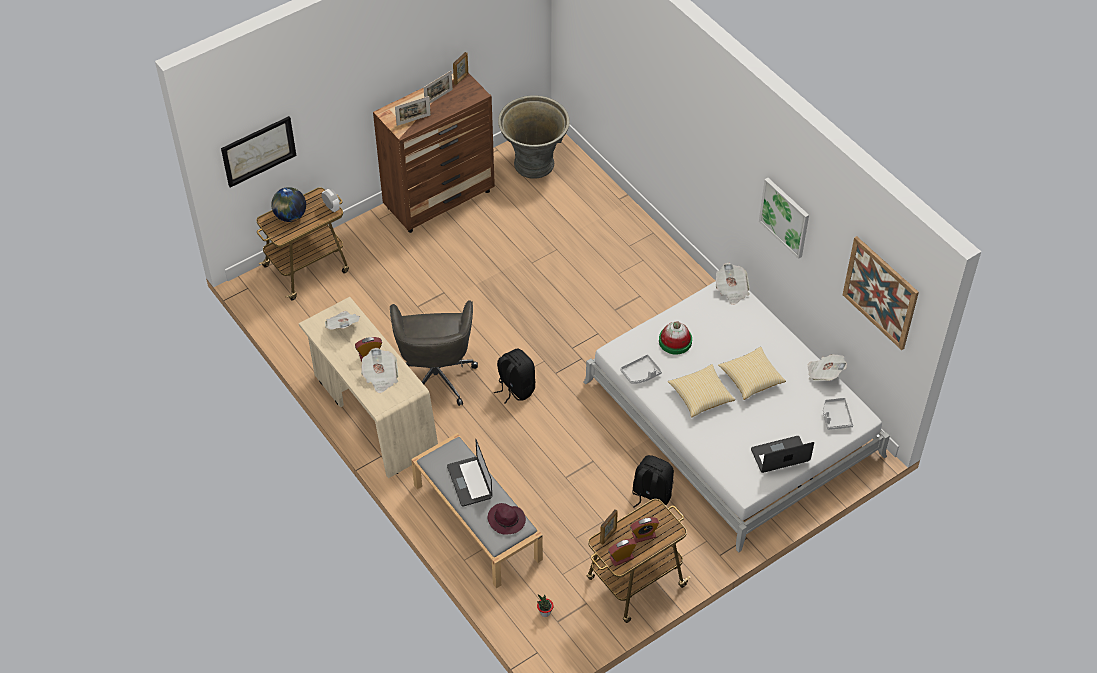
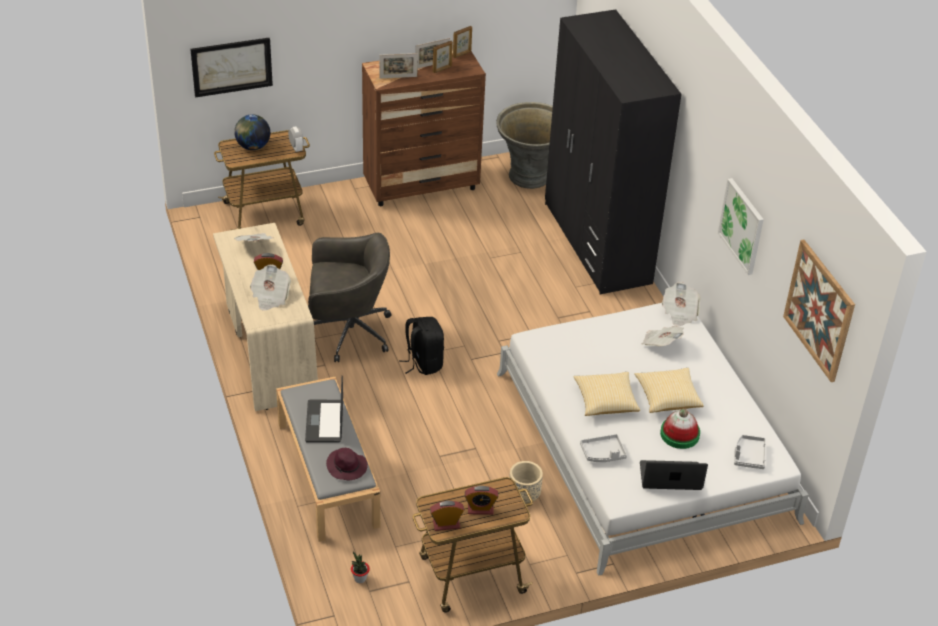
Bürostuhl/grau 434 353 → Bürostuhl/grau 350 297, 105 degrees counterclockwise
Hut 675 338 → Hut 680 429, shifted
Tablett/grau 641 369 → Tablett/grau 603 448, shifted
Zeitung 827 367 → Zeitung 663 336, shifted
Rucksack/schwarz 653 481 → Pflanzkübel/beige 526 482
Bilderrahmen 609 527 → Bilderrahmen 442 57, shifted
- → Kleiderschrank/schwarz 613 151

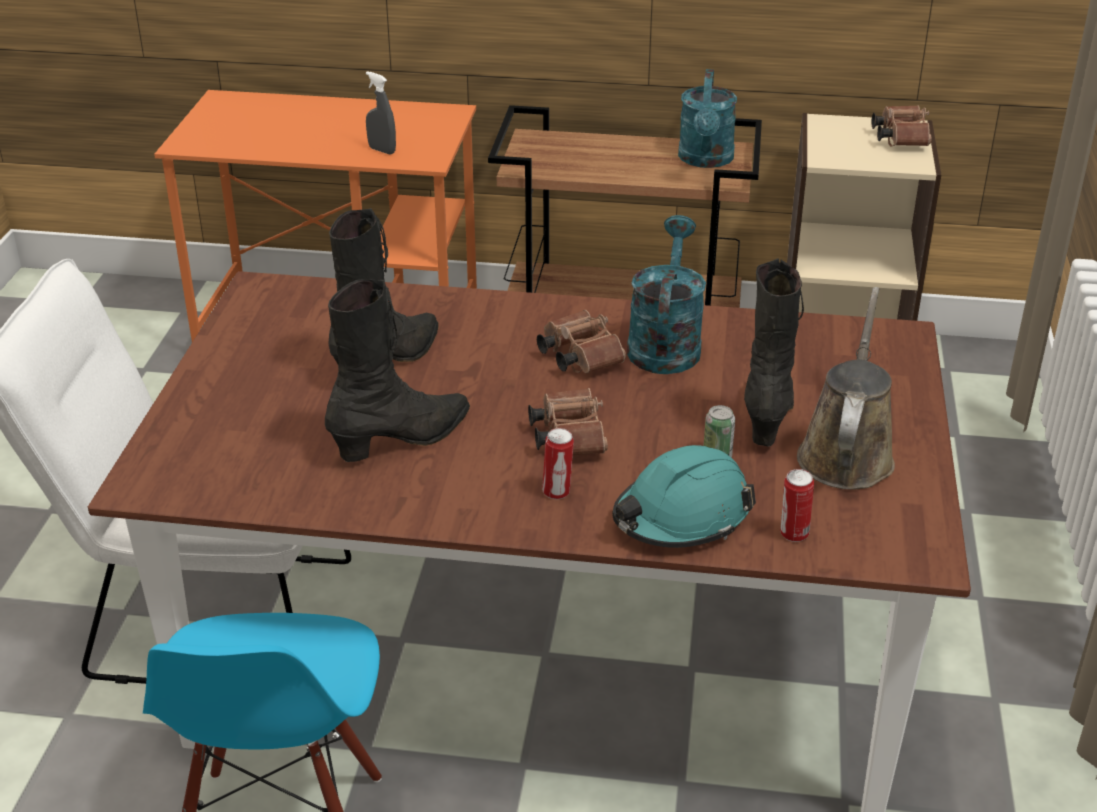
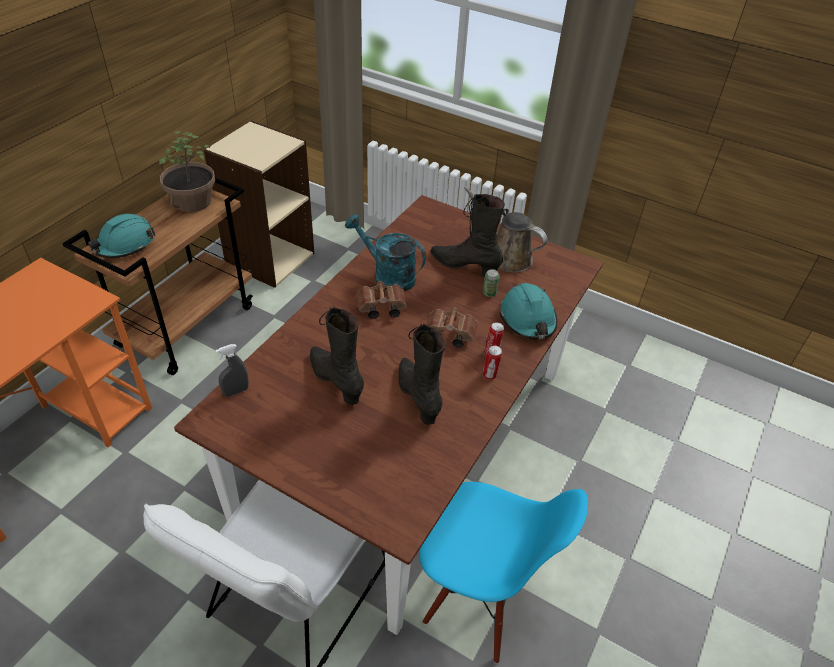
Gießkanne/türkis 707 118 → Topfpflanze 187 171
Sprühflasche/grau 381 113 → Sprühflasche/grau 232 370, shifted
Fernglas/braun 901 126 → -
Dose 797 505 → Dose 492 362, shifted
- → Schutzhelm/türkis 121 236

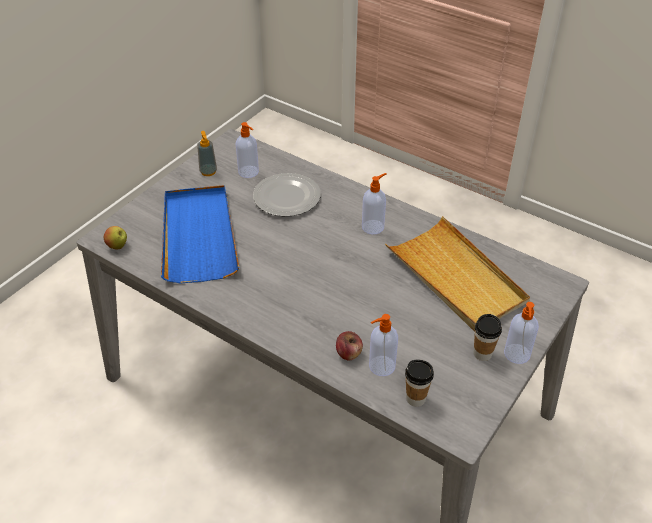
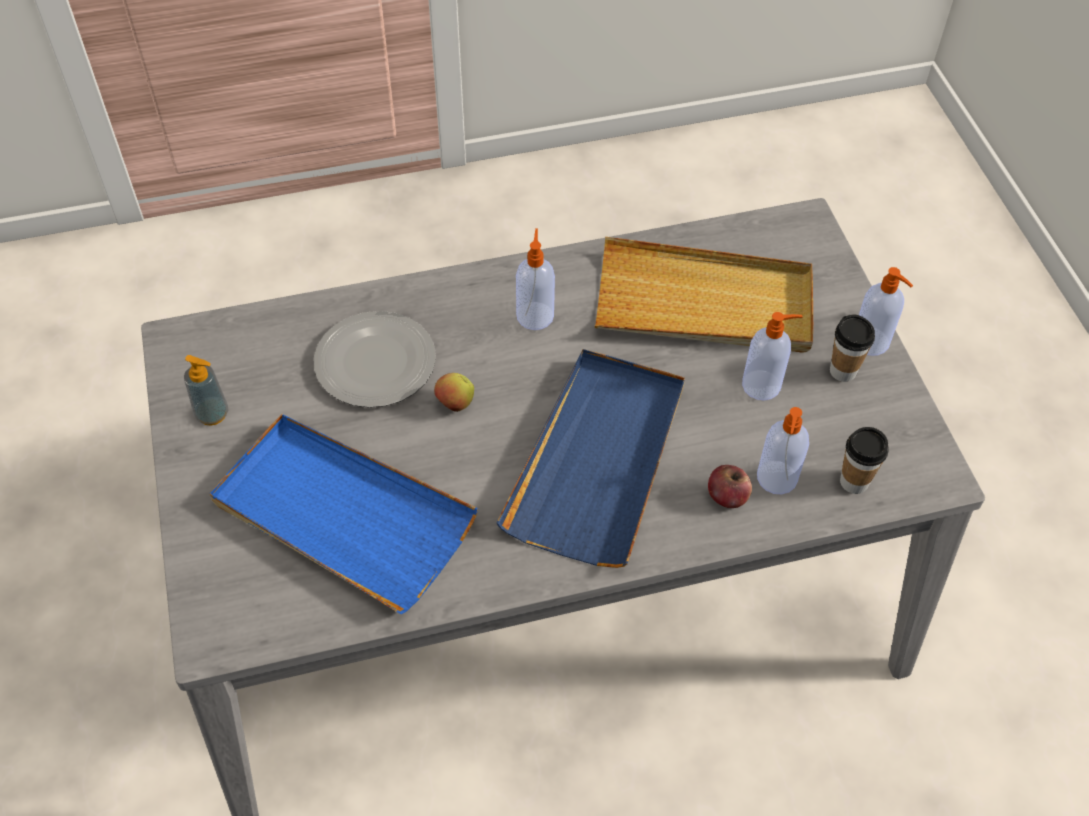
Seifenspender 247 150 → Seifenspender 772 356, shifted
Apfel 115 237 → Apfel 454 392, shifted
- → Tablett/blau 591 458

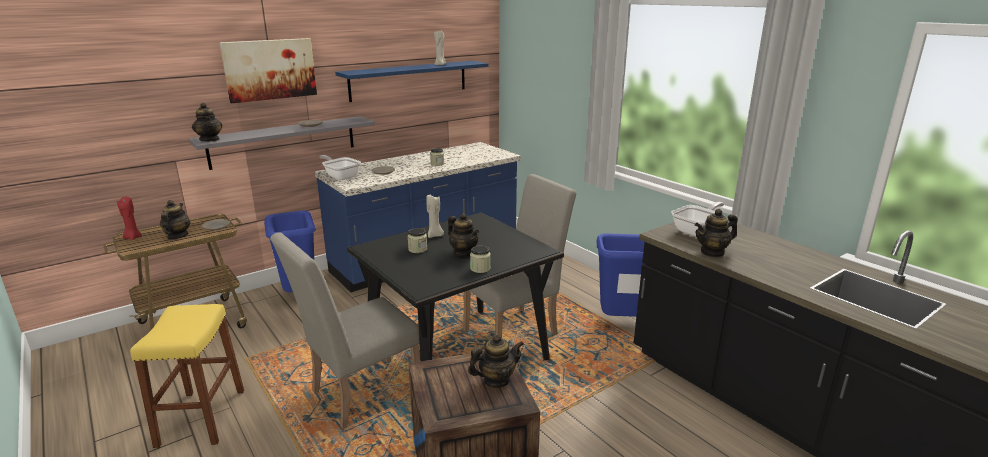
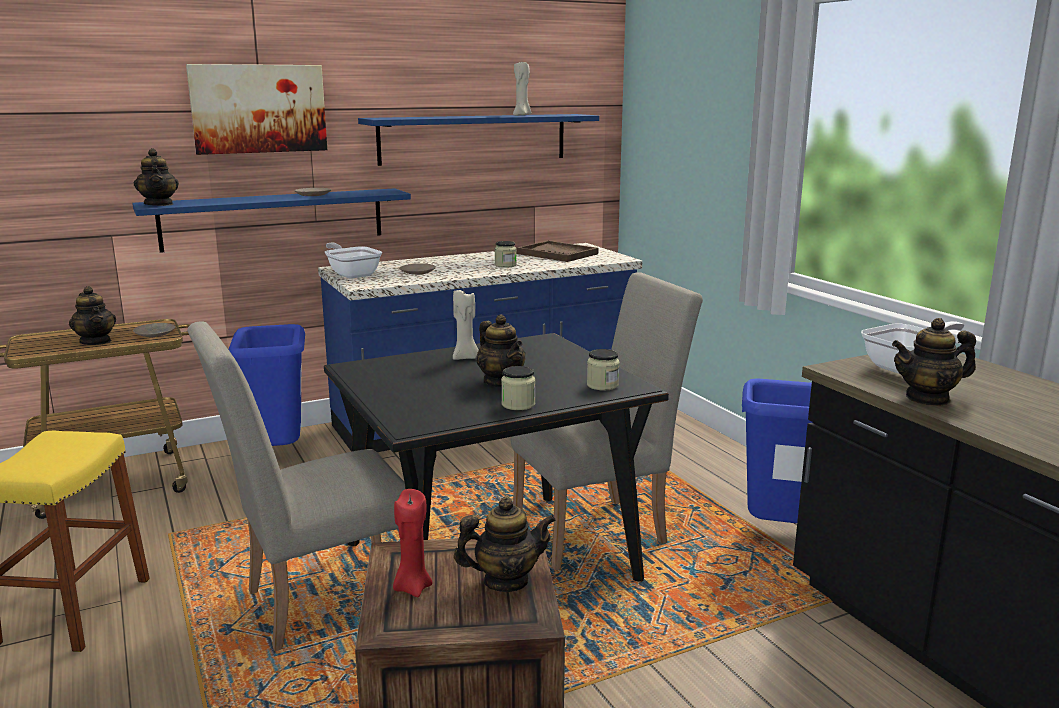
Wandregal/grau 282 143 → Wandregal/blau 271 220
Kerze/rot 129 218 → Kerze/rot 412 543, shifted
Teekanne 175 219 → Teekanne 92 315, 135 degrees clockwise
Vorratsglas 417 240 → Vorratsglas 603 369, shifted
- → Tablett/braun 557 251

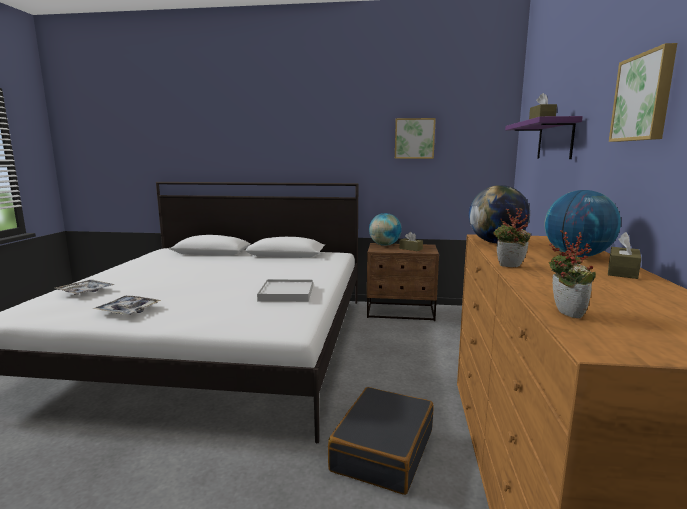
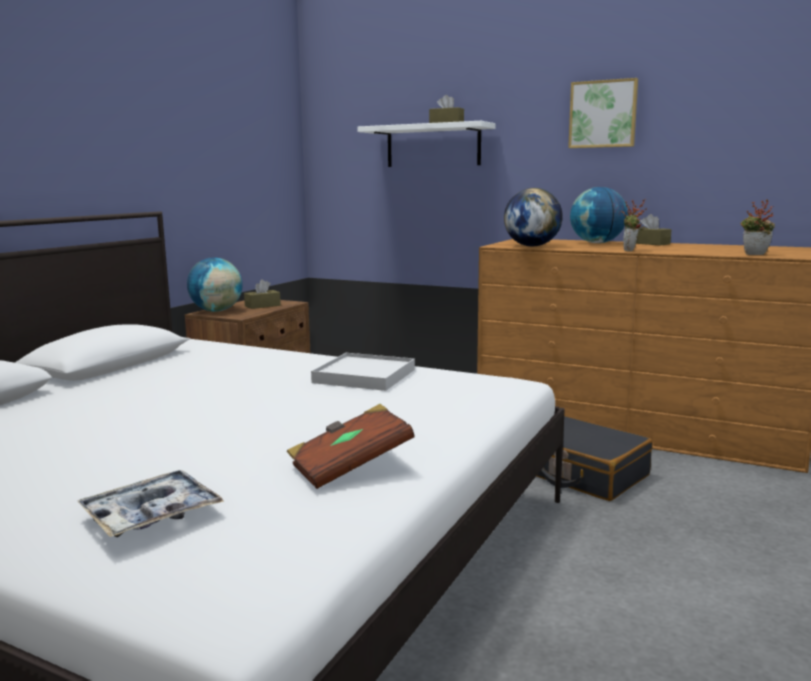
Wandregal/lila 544 137 → Wandregal/weiß 426 144
Bild 415 138 → -
Tablett 127 305 → Buch/braun 351 446

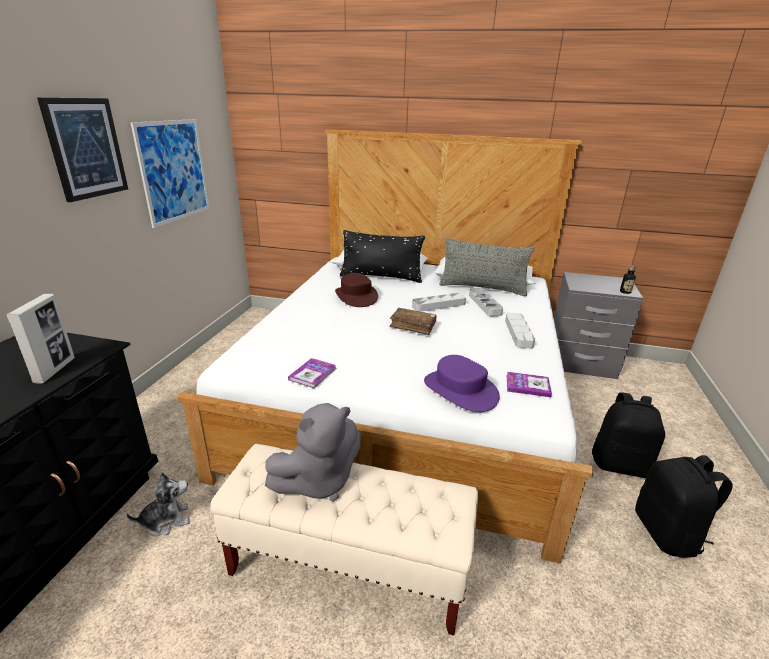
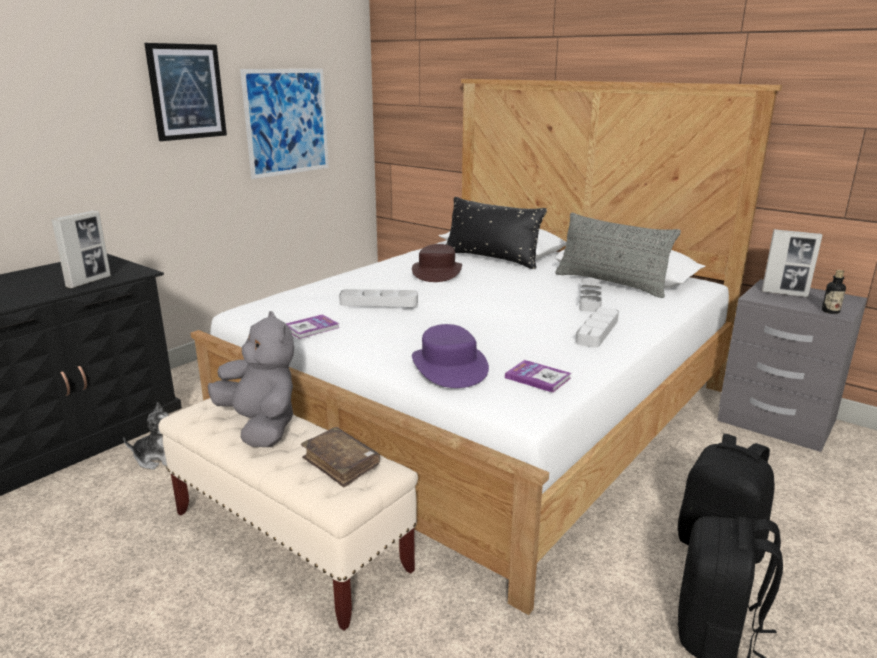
Tablett/grau 439 302 → Tablett/grau 378 298, shifted
Buch/braun 413 321 → Buch/braun 340 457, shifted
Plüschtier/grau 313 452 → Plüschtier/grau 251 379, 120 degrees counterclockwise
- → Bilderrahmen 792 263

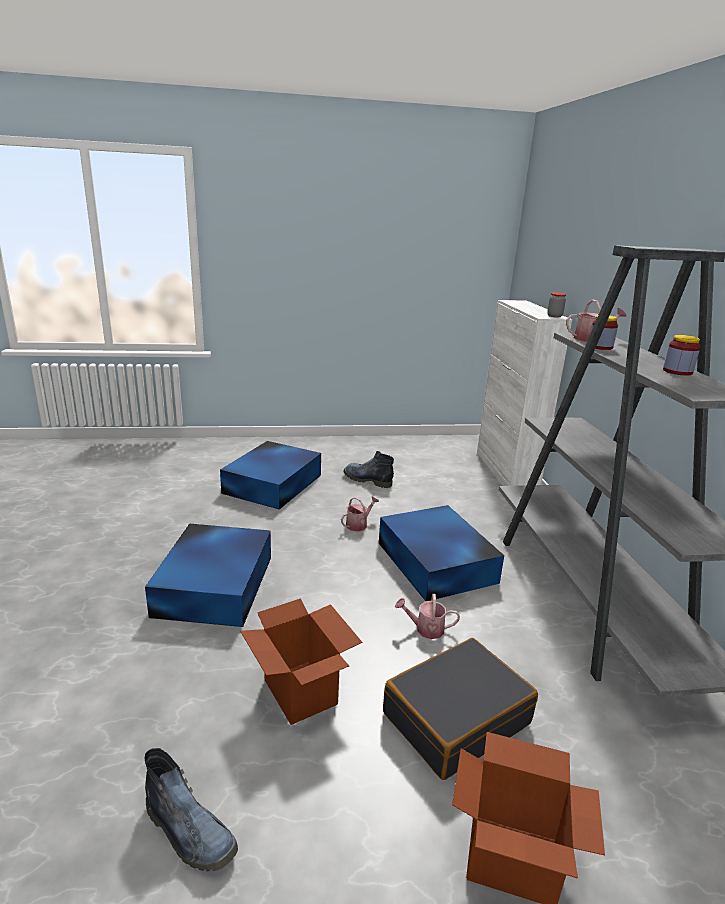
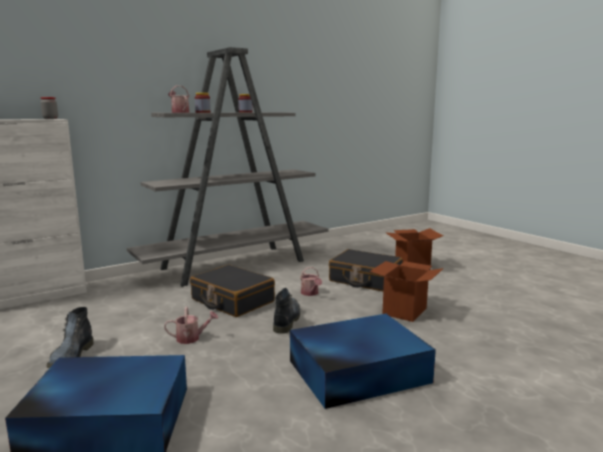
Gießkanne 360 514 → Gießkanne 191 325, 150 degrees clockwise
Aufbewahrungsbox/blau 441 553 → Koffer/schwarz 232 291
Stiefel 191 809 → Stiefel 286 311, shifted

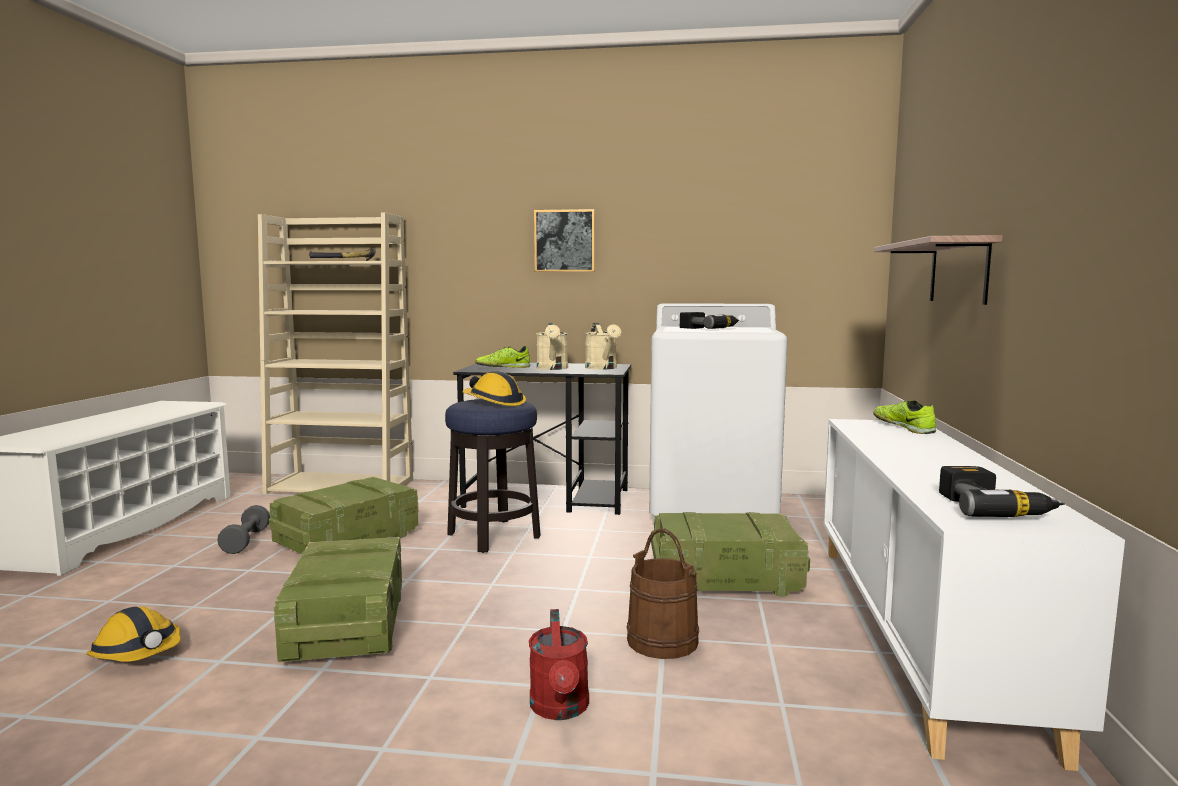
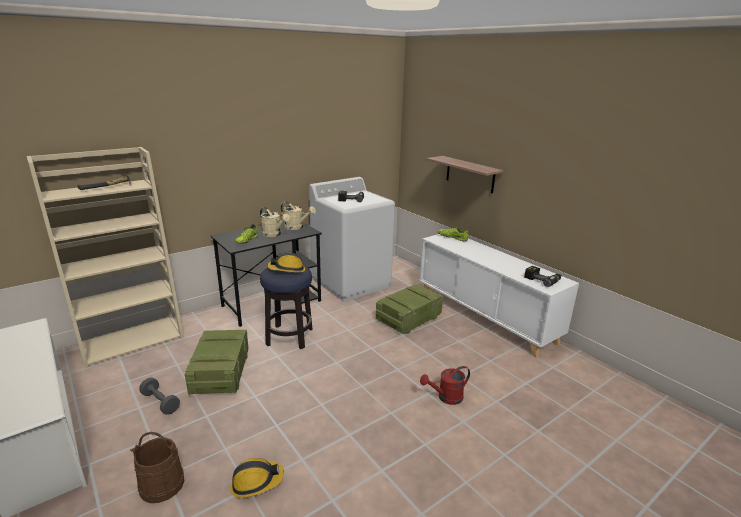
Bild 564 240 → -
Eimer/braun 663 593 → Eimer/braun 157 467, shifted
Kiste 338 599 → -
Gießkanne/rot 559 664 → Gießkanne/rot 445 385, 120 degrees clockwise

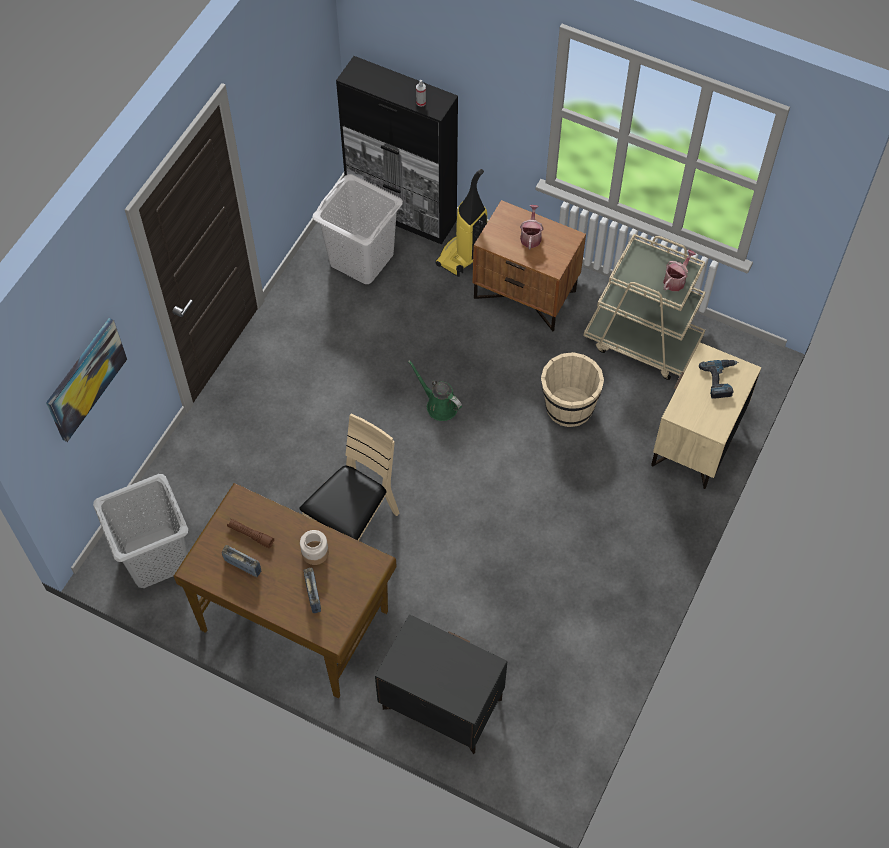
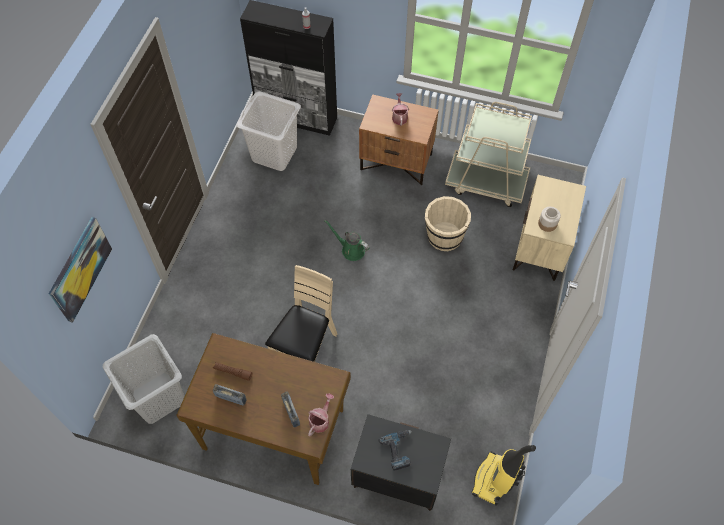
Staubsauger 461 223 → Staubsauger 504 475, shifted
Gießkanne 679 270 → Gießkanne 321 414, shifted
Bohrmaschine 718 379 → Bohrmaschine 395 450, shifted
Vorratsglas 314 547 → Vorratsglas 549 219, shifted

